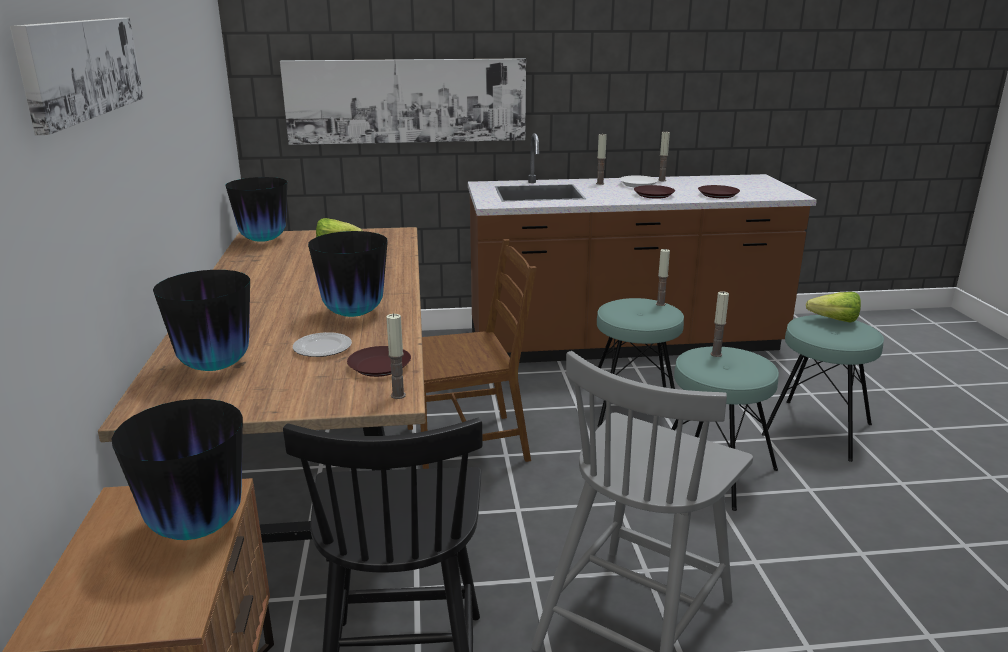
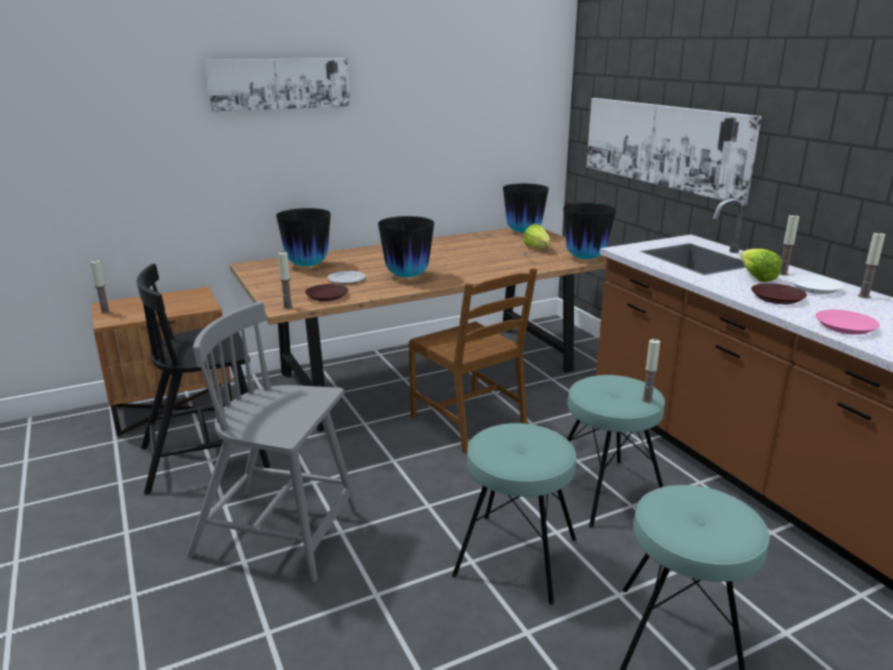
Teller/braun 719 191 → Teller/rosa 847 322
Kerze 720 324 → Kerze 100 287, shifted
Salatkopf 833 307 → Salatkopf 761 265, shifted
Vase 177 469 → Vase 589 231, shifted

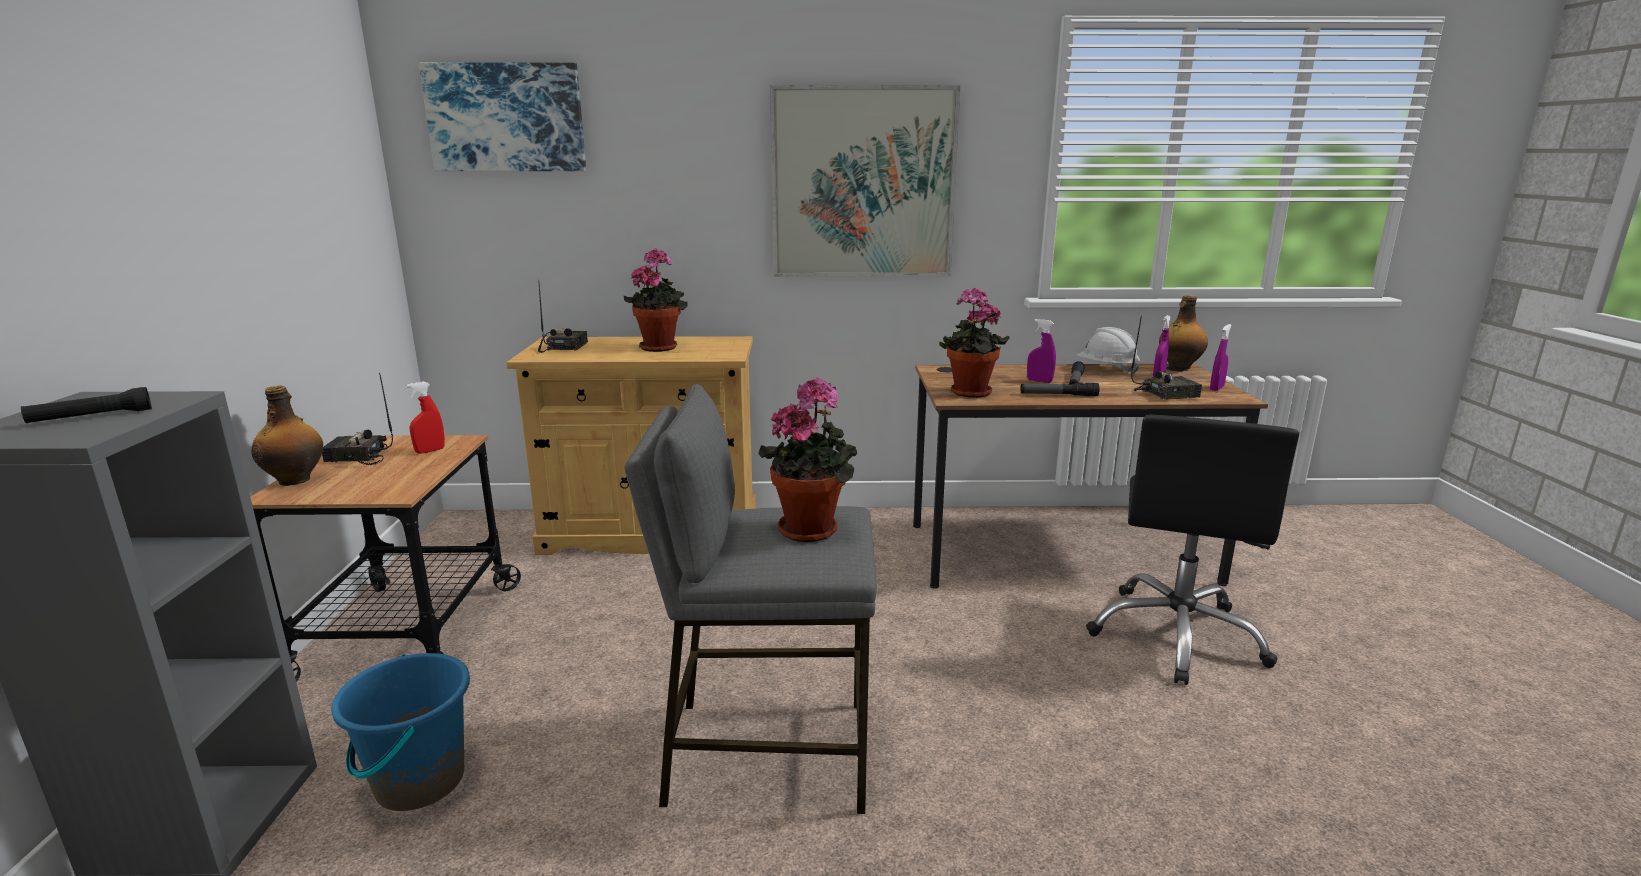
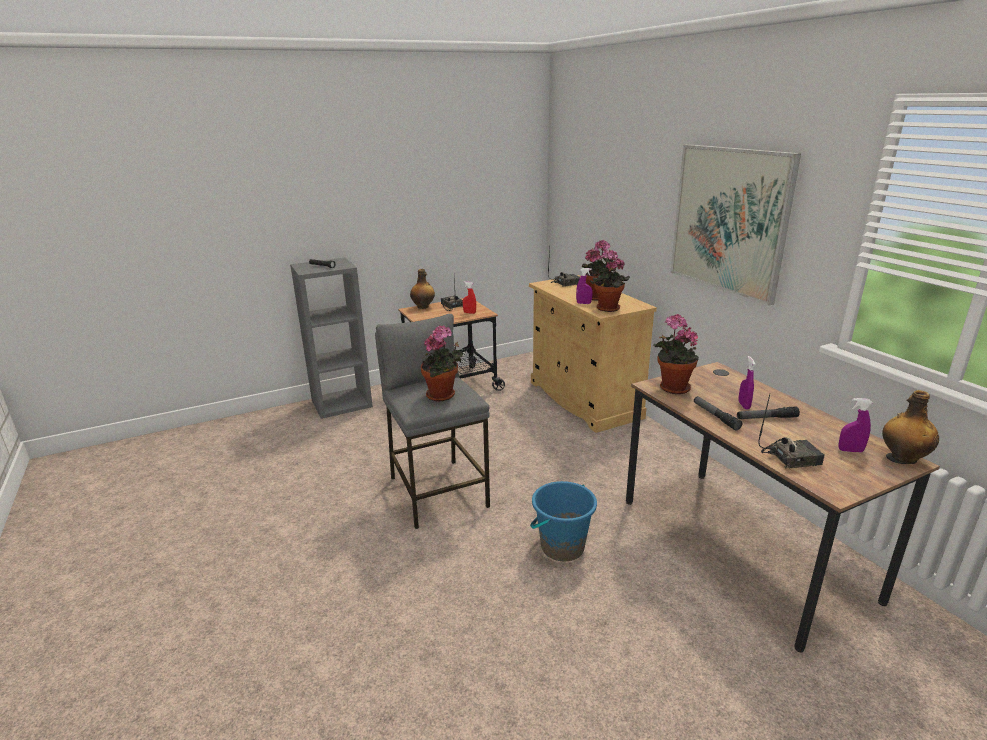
Bild 502 116 → -
Radio 1166 357 → Radio 791 431, 60 degrees counterclockwise
Sprühflasche/lila 1221 357 → Sprühflasche/lila 584 286, shifted
Schutzhelm/weiß 1108 350 → -
Bürostuhl/schwarz 1192 550 → -
Eimer/blau 400 732 → Eimer/blau 563 521, shifted
- → Topfpflanze 610 281

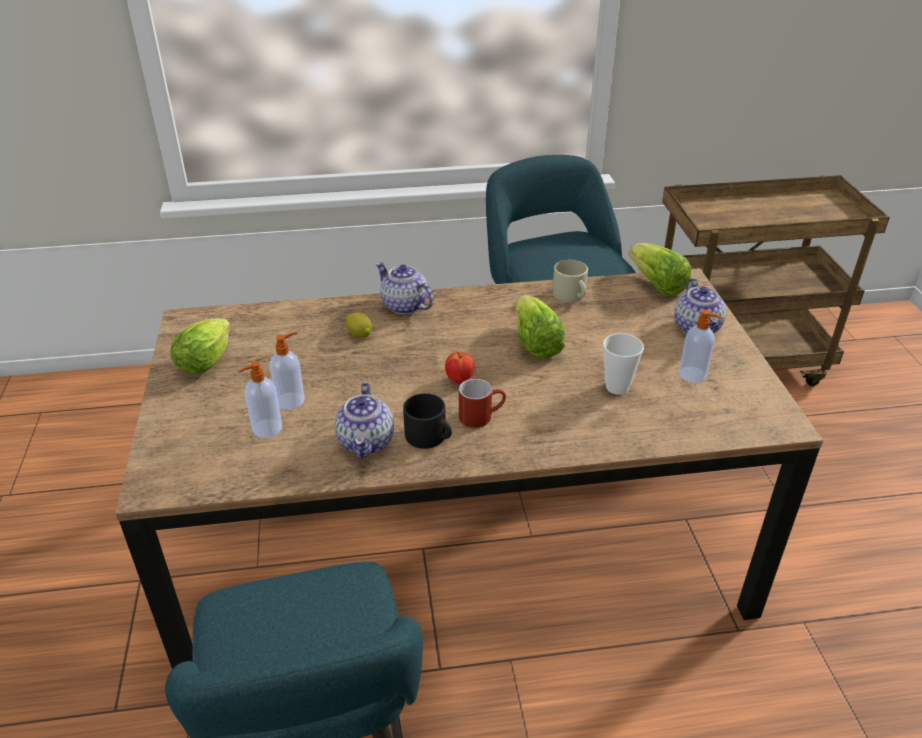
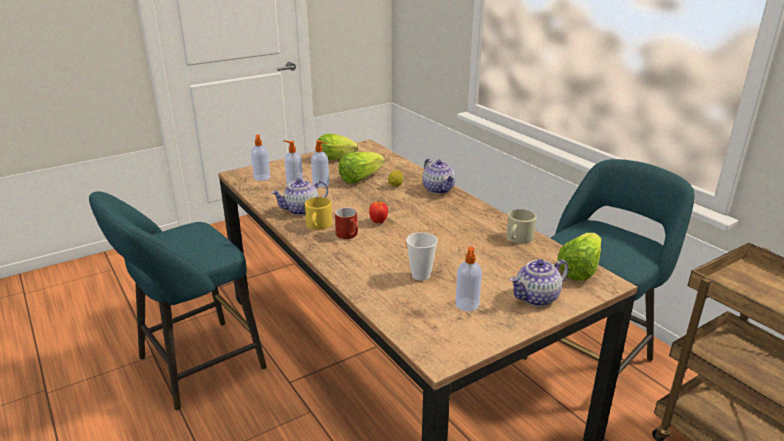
Teekanne 405 288 → Teekanne 438 176, 135 degrees clockwise
Salatkopf 540 327 → Salatkopf 362 168, shifted
Henkelbecher/schwarz 427 421 → Henkelbecher/gelb 318 213
- → Seifenspender 260 158

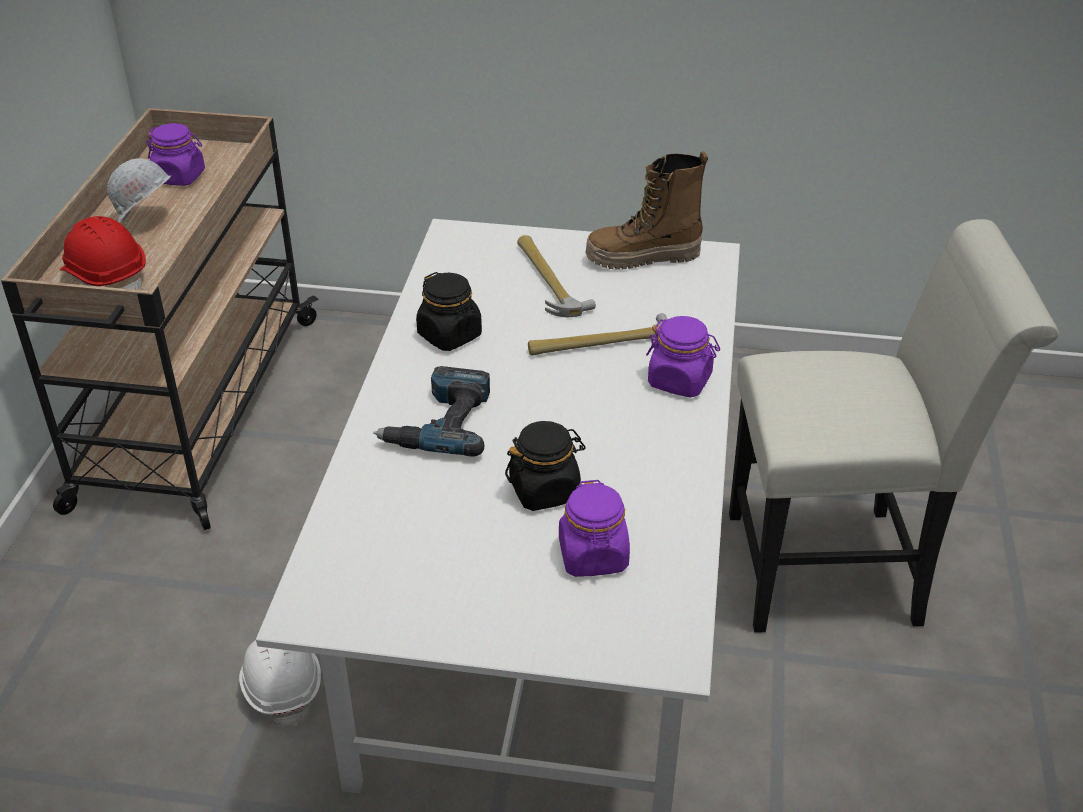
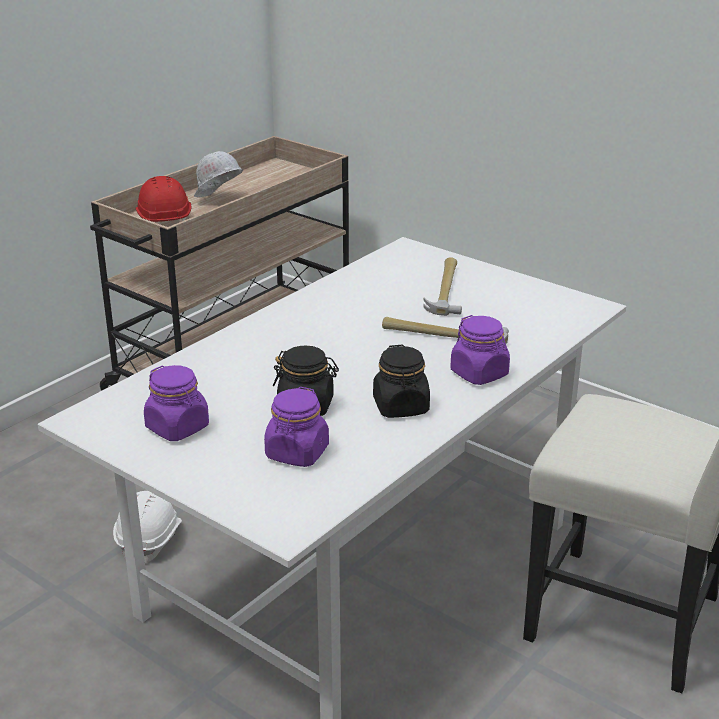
Vorratsglas/lila 175 154 → Vorratsglas/lila 176 403, shifted
Stiefel 646 210 → -
Vorratsglas/schwarz 449 311 → Vorratsglas/schwarz 401 381, shifted
Bohrmaschine 431 411 → -

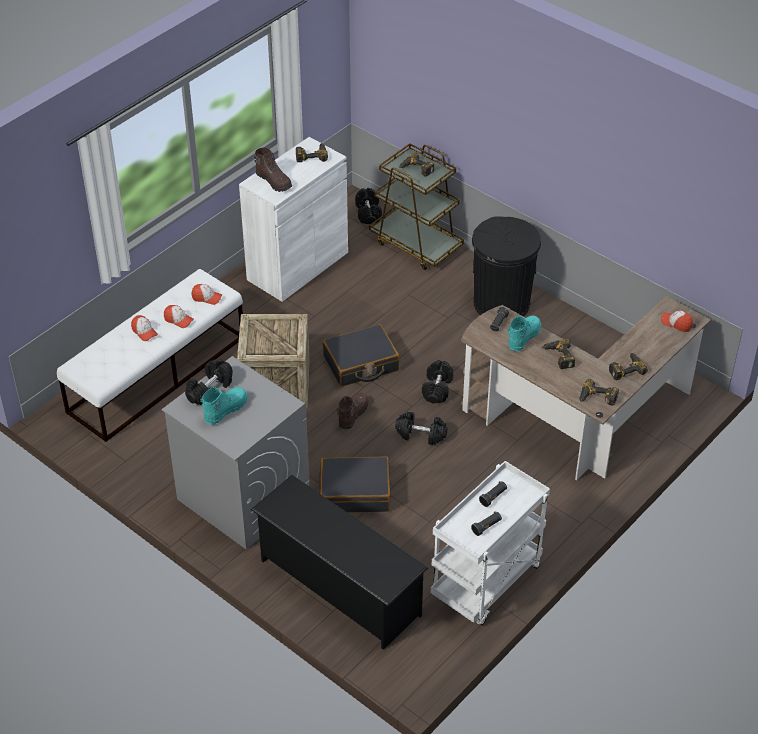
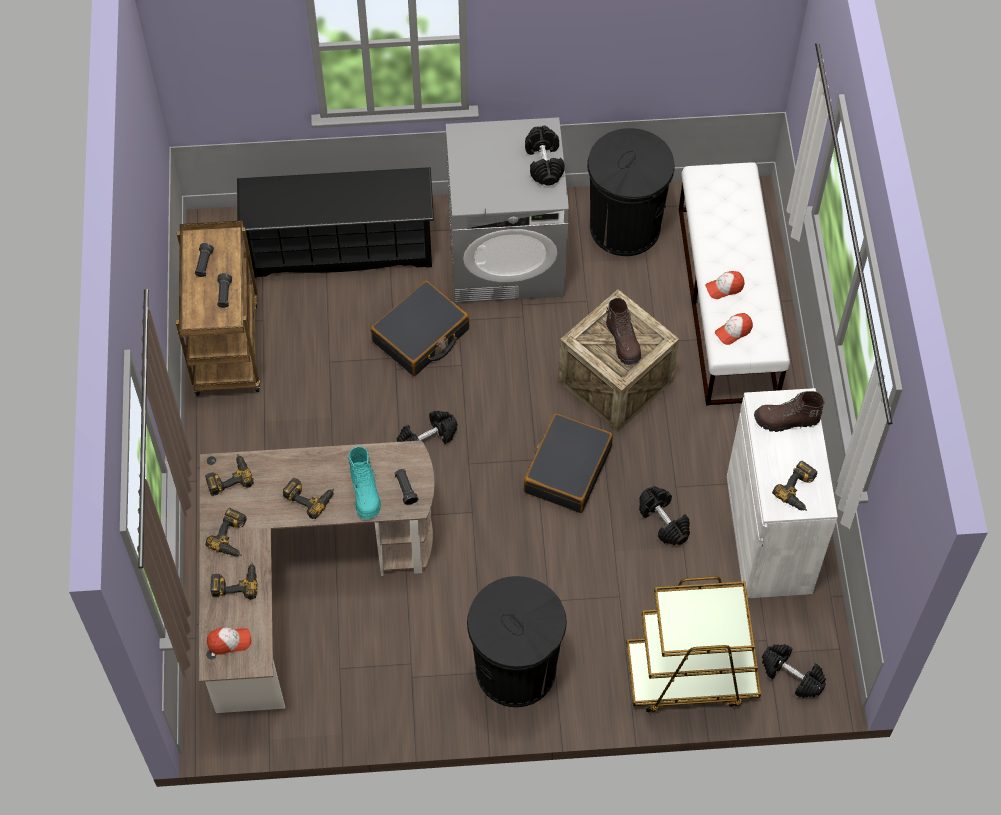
Bohrmaschine 416 164 → Bohrmaschine 234 581, shifted
Kappe 144 328 → -
Hantel/schwarz 437 381 → Hantel/schwarz 664 515, shifted
Stiefel/türkis 224 406 → -
Stiefel/braun 352 411 → Stiefel/braun 623 331, shifted
Rollwagen/weiß 490 543 → Rollwagen/braun 218 308
- → Mülleimer/schwarz 631 192

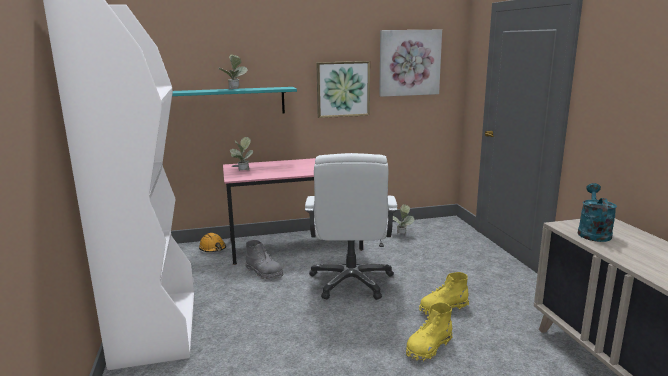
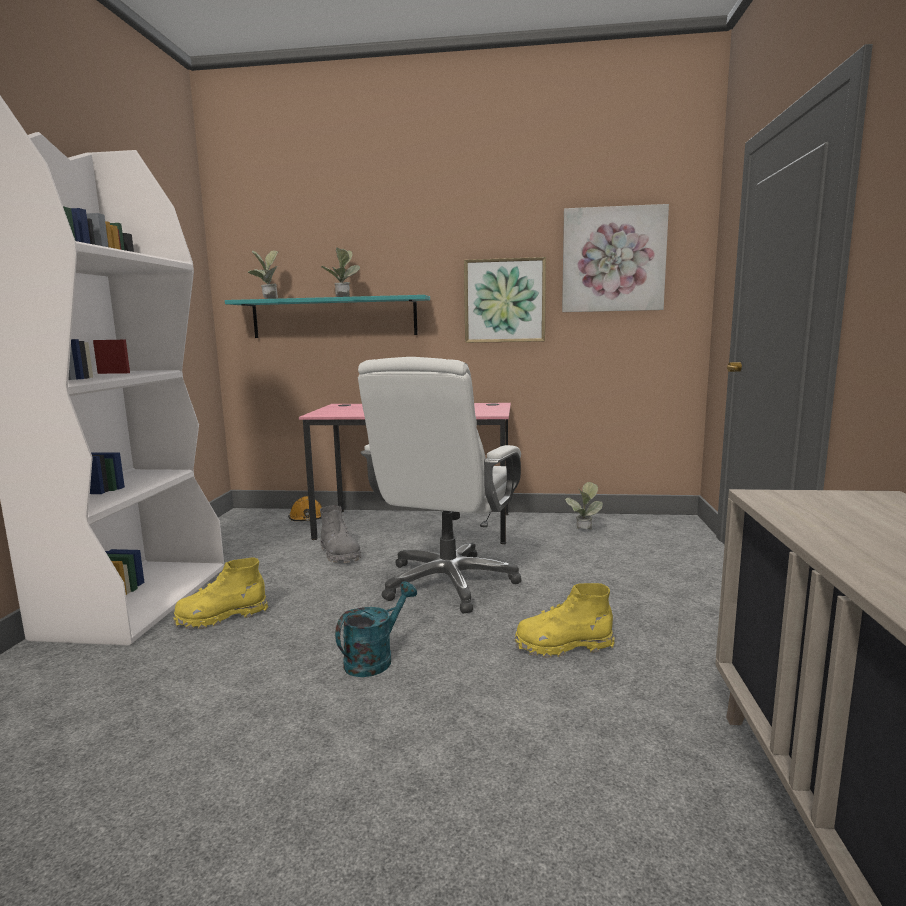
Topfpflanze 241 154 → Topfpflanze 263 274, shifted
Gießkanne/türkis 597 212 → Gießkanne/türkis 376 629, shifted
Stiefel/gelb 429 332 → Stiefel/gelb 220 593, shifted

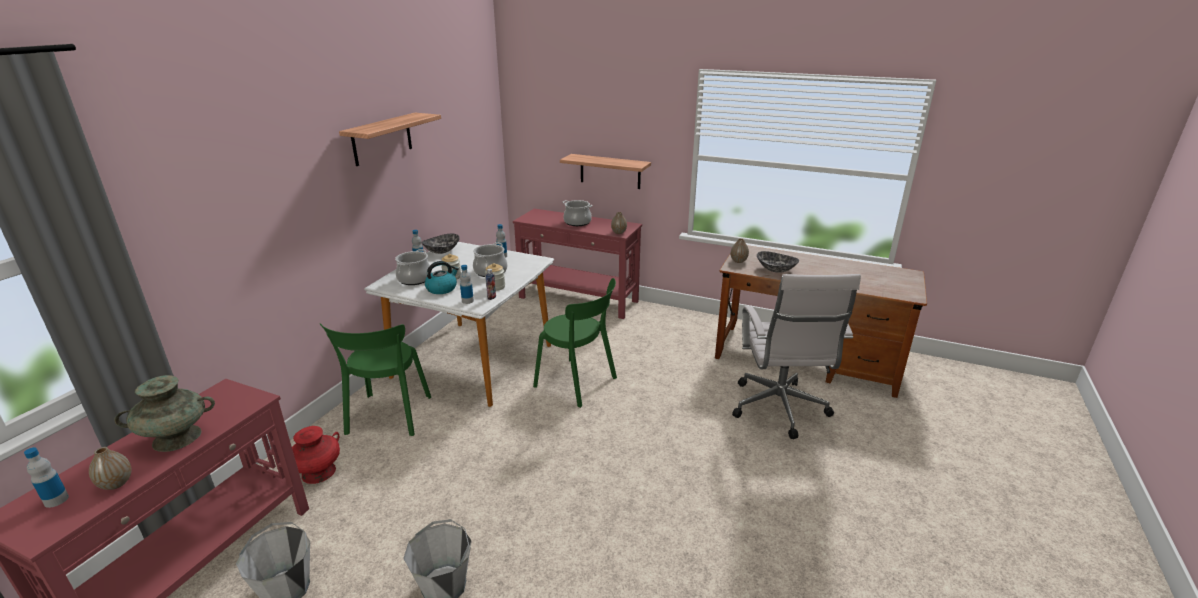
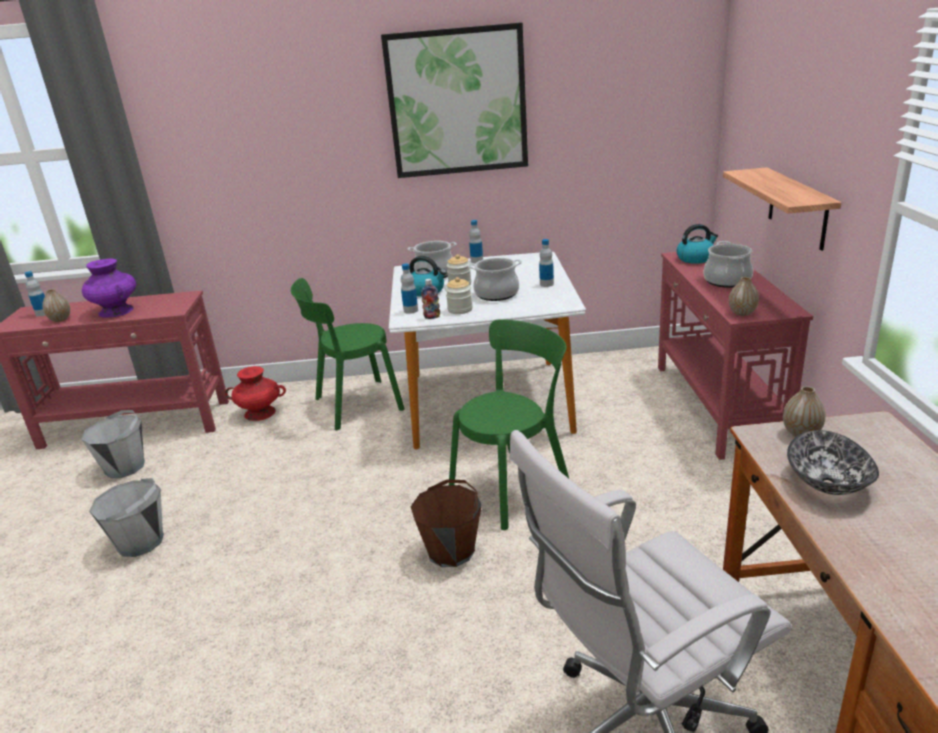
Wandregal 390 139 → Bild 454 100
Schüssel 440 244 → -
Stuhl/grün 575 343 → Stuhl/grün 509 424, 135 degrees counterclockwise
Vase/türkis 164 413 → Vase/lila 109 288
- → Wasserkessel 697 244
- → Eimer/braun 446 523

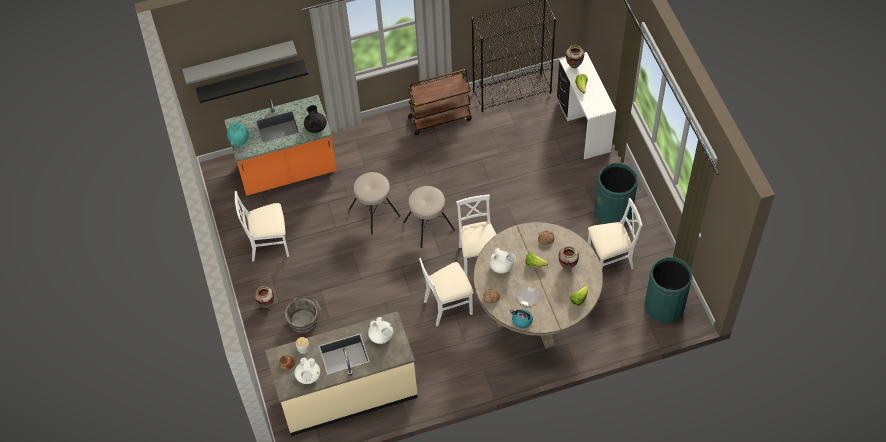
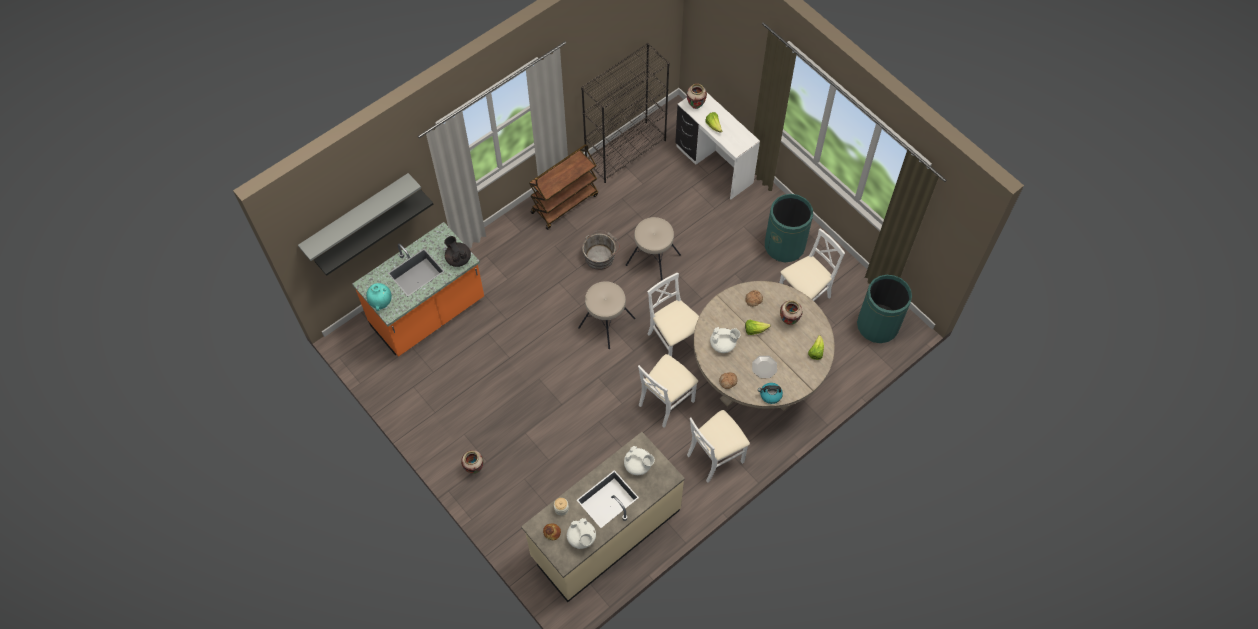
Hocker/beige 374 203 → Hocker/beige 653 249, shifted
Stuhl/weiß 262 226 → Stuhl/weiß 718 446, shifted
Eimer/grau 303 315 → Eimer/grau 601 250, shifted

